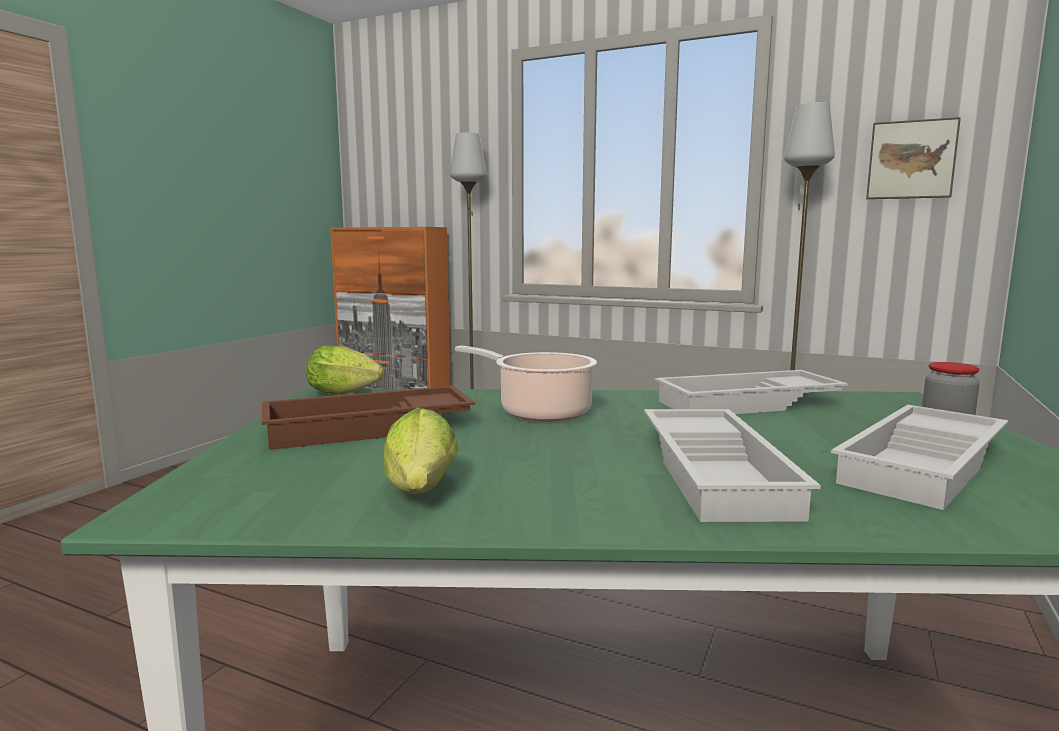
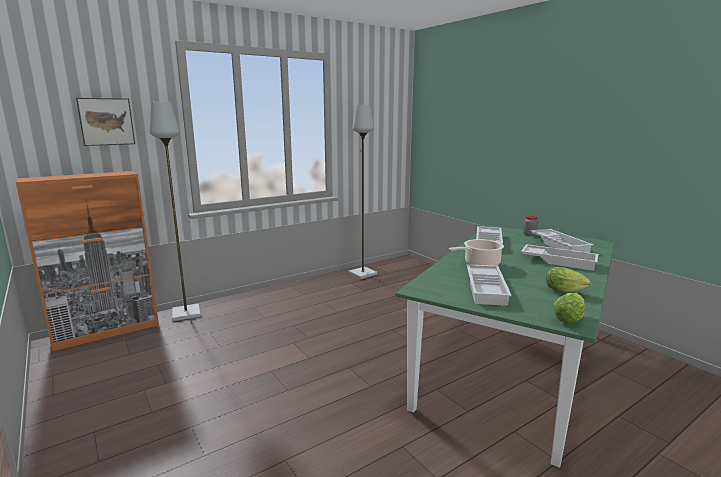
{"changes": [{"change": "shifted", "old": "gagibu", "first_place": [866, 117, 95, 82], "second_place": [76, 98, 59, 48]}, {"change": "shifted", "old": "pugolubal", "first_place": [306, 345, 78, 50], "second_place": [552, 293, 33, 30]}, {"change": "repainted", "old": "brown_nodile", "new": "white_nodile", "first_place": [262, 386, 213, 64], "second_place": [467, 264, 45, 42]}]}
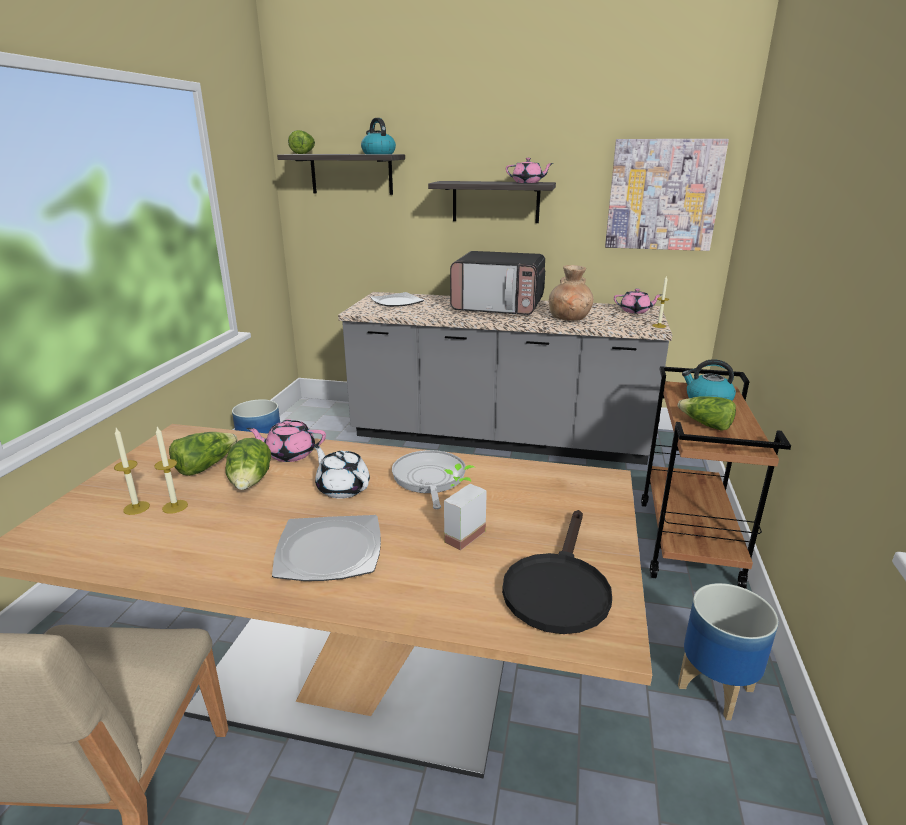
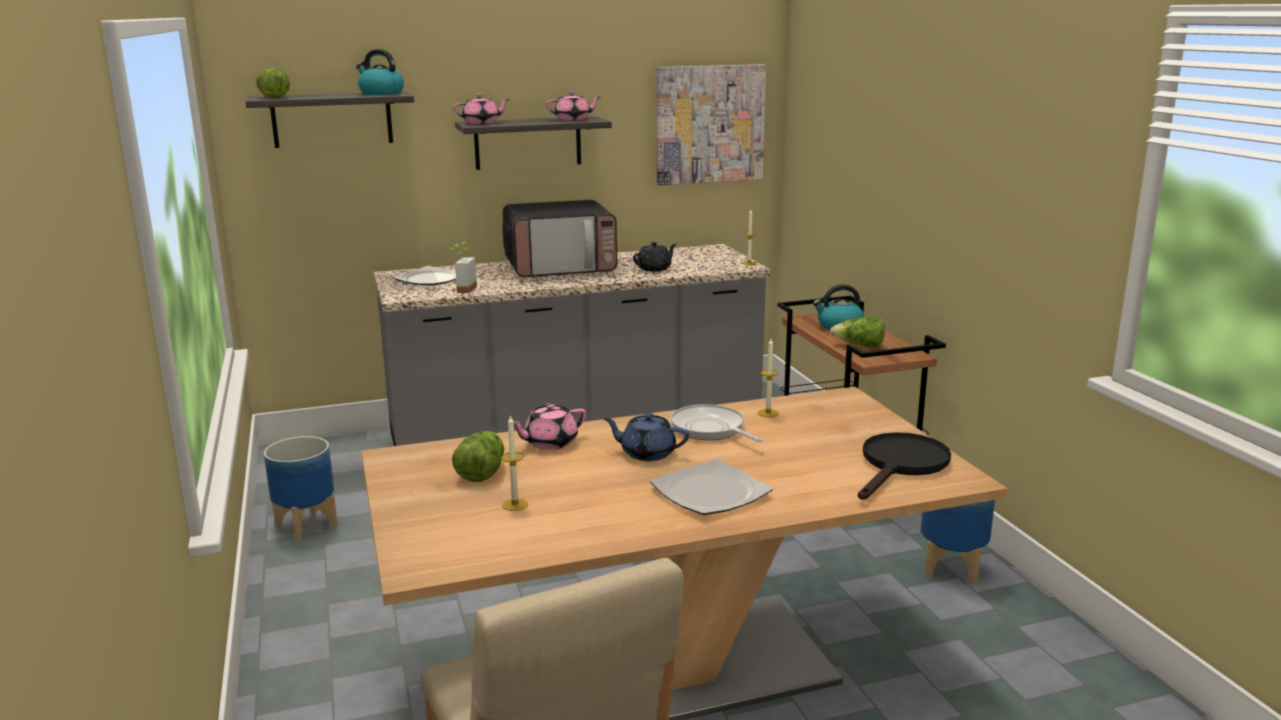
{"changes": [{"change": "swapped", "old": "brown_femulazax", "new": "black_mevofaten", "first_place": [549, 265, 45, 56], "second_place": [633, 242, 44, 30]}, {"change": "shifted", "old": "pink_mevofaten", "first_place": [614, 288, 48, 26], "second_place": [453, 94, 57, 30]}, {"change": "shifted", "old": "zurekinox", "first_place": [114, 428, 36, 87], "second_place": [758, 339, 21, 78]}, {"change": "gone", "old": "pugolubal", "first_place": [225, 438, 46, 52]}, {"change": "repainted", "old": "white_mevofaten", "new": "blue_mevofaten", "first_place": [314, 445, 56, 54], "second_place": [603, 413, 86, 48]}, {"change": "shifted", "old": "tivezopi", "first_place": [444, 463, 43, 88], "second_place": [449, 242, 28, 51]}, {"change": "rotated", "old": "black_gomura", "first_place": [502, 510, 110, 124], "second_place": [858, 432, 93, 68], "degrees": -135}]}
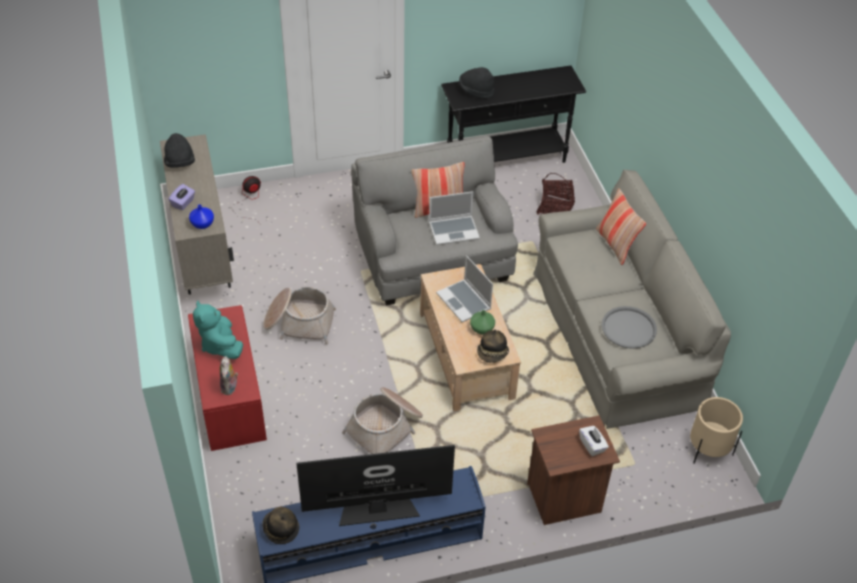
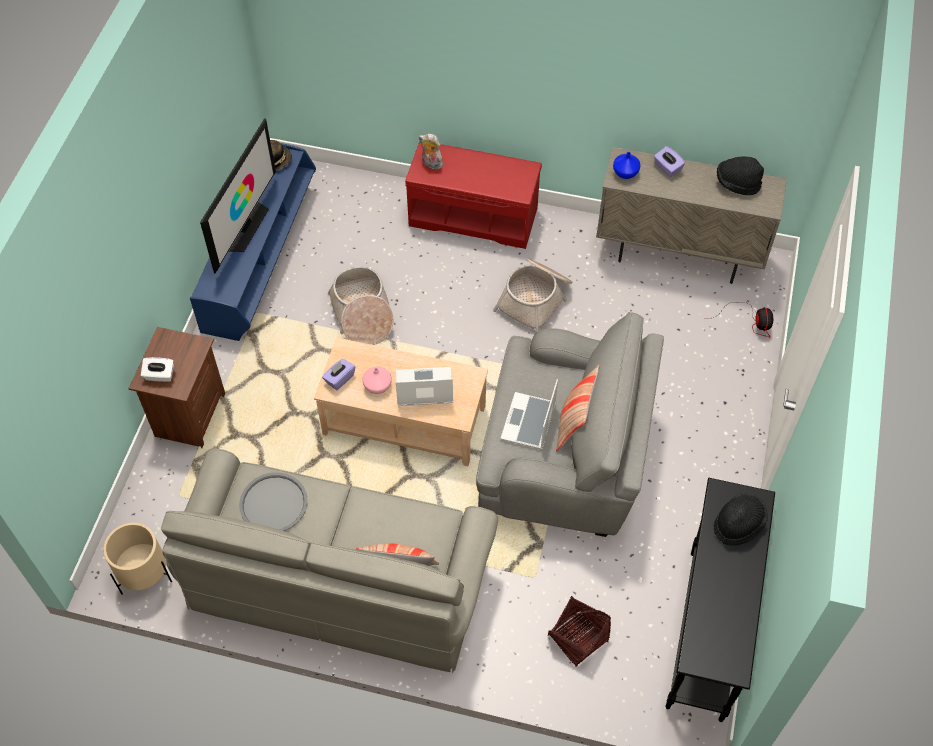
{"changes": [{"change": "gone", "old": "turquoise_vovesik", "first_place": [193, 300, 50, 59]}, {"change": "repainted", "old": "green_femulazax", "new": "pink_femulazax", "first_place": [470, 310, 25, 24], "second_place": [363, 366, 29, 28]}, {"change": "swapped", "old": "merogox", "new": "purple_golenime", "first_place": [477, 329, 32, 34], "second_place": [322, 359, 33, 31]}]}
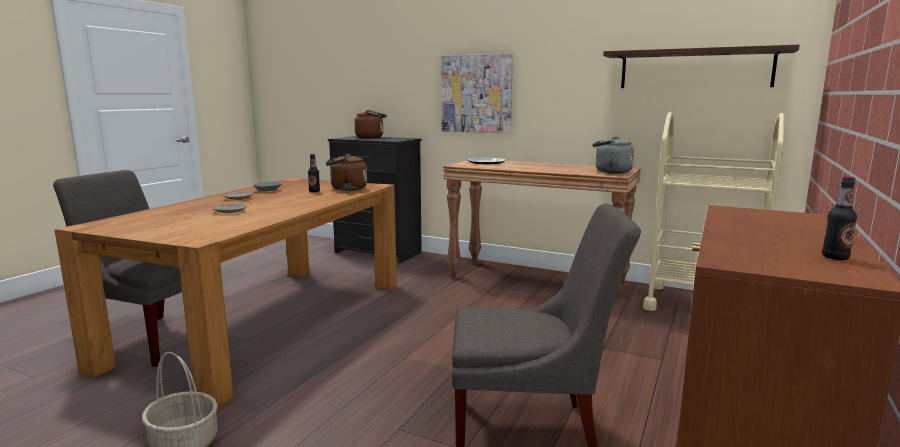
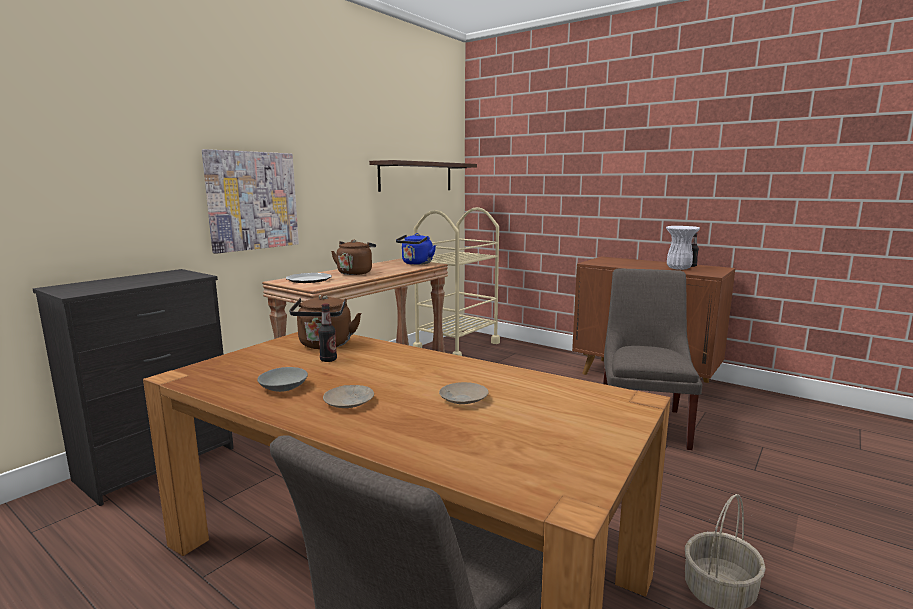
{"changes": [{"change": "shifted", "old": "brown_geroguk", "first_place": [354, 110, 33, 29], "second_place": [331, 240, 45, 35]}, {"change": "repainted", "old": "grey_geroguk", "new": "blue_geroguk", "first_place": [592, 136, 42, 37], "second_place": [396, 233, 40, 32]}, {"change": "new", "new": "white_femulazax", "second_place": [666, 226, 34, 44]}]}
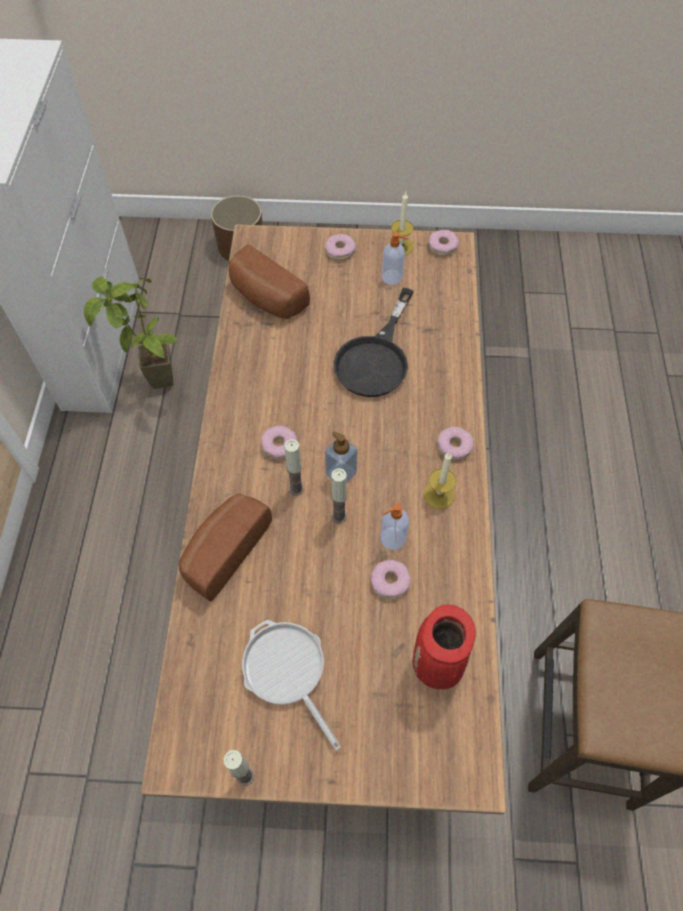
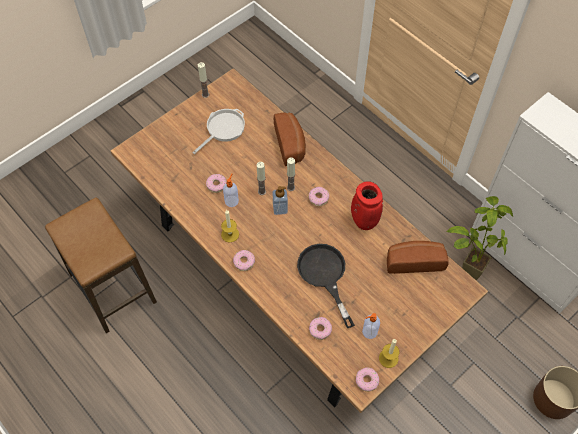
{"changes": [{"change": "shifted", "old": "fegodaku", "first_place": [325, 234, 31, 26], "second_place": [309, 317, 23, 23]}, {"change": "shifted", "old": "red_femulazax", "first_place": [413, 605, 63, 84], "second_place": [351, 181, 32, 49]}, {"change": "rotated", "old": "gomura", "first_place": [242, 620, 99, 131], "second_place": [192, 109, 53, 45], "degrees": -60}]}
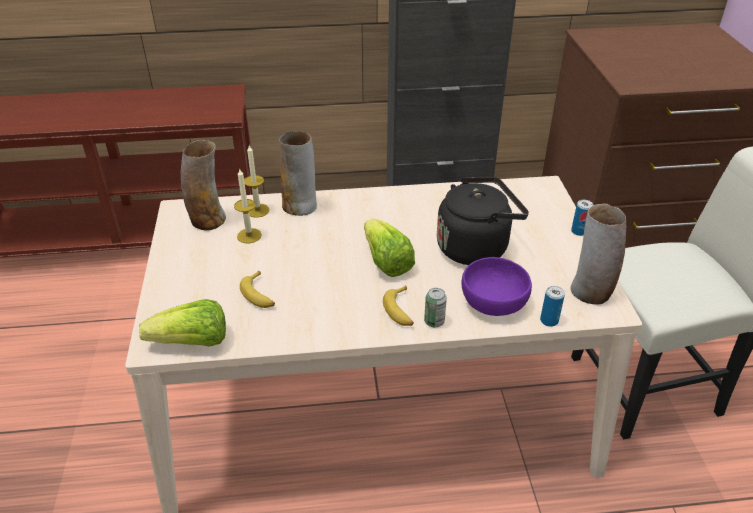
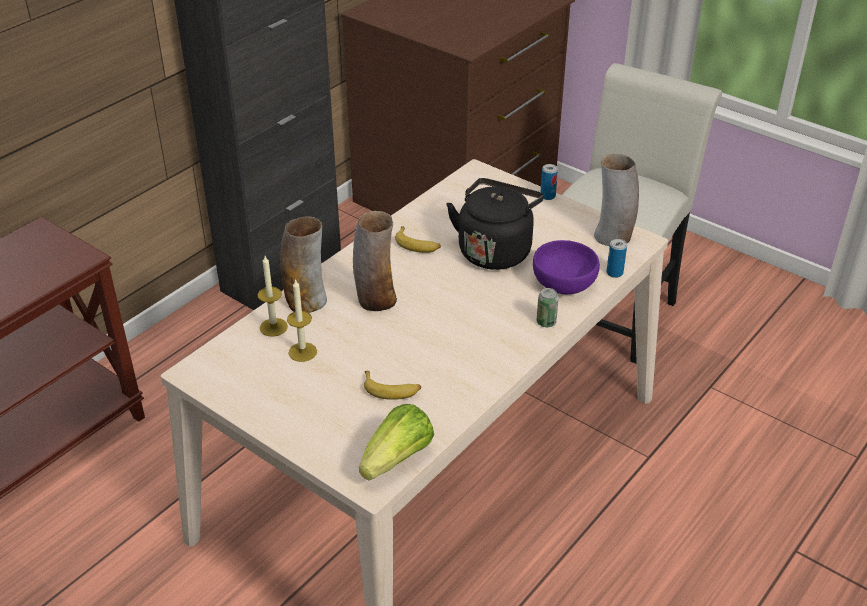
{"changes": [{"change": "shifted", "old": "femulazax", "first_place": [181, 140, 45, 91], "second_place": [353, 211, 44, 100]}, {"change": "gone", "old": "pugolubal", "first_place": [364, 219, 51, 58]}, {"change": "shifted", "old": "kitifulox", "first_place": [383, 285, 31, 41], "second_place": [395, 226, 46, 27]}]}
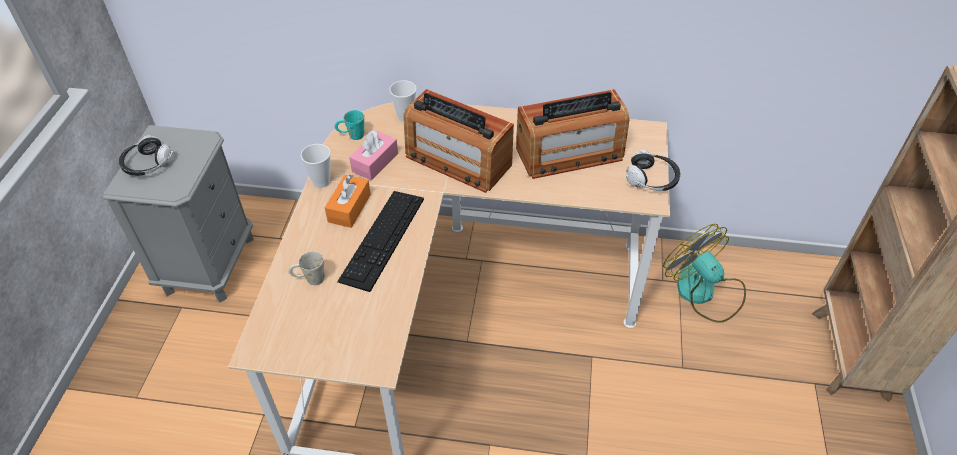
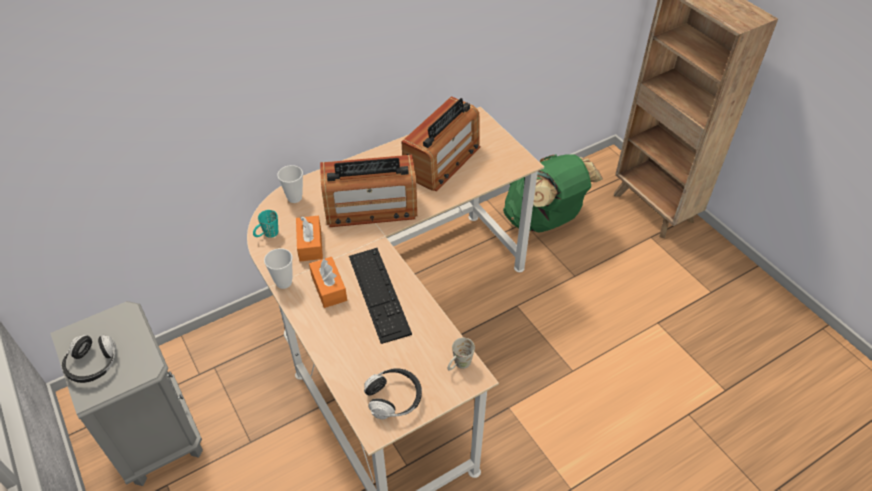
{"changes": [{"change": "repainted", "old": "pink_golenime", "new": "orange_golenime", "first_place": [349, 130, 49, 51], "second_place": [296, 216, 27, 45]}, {"change": "shifted", "old": "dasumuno", "first_place": [626, 150, 54, 41], "second_place": [364, 368, 58, 51]}, {"change": "swapped", "old": "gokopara", "new": "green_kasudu", "first_place": [663, 224, 83, 99], "second_place": [503, 154, 100, 79]}, {"change": "shifted", "old": "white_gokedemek", "first_place": [289, 251, 36, 34], "second_place": [448, 338, 27, 32]}]}
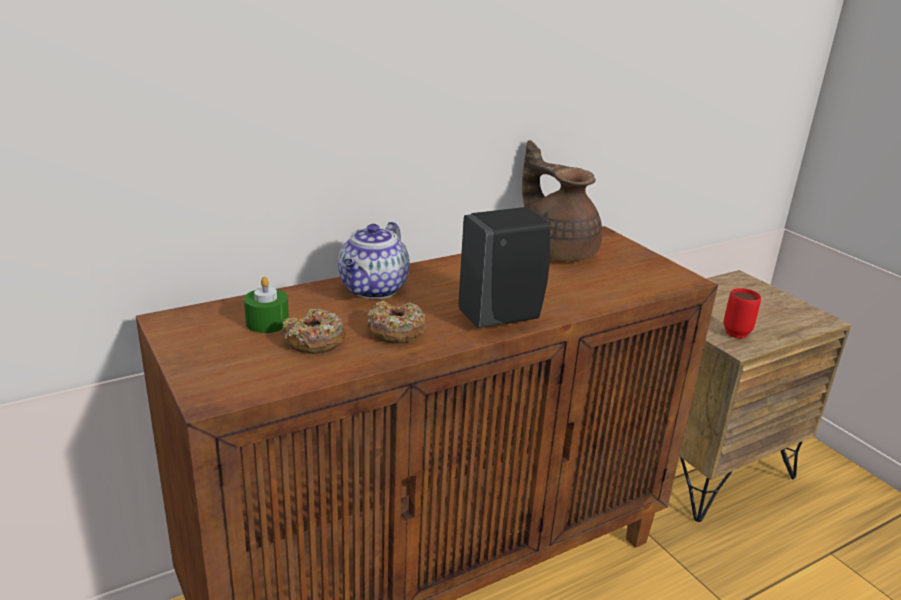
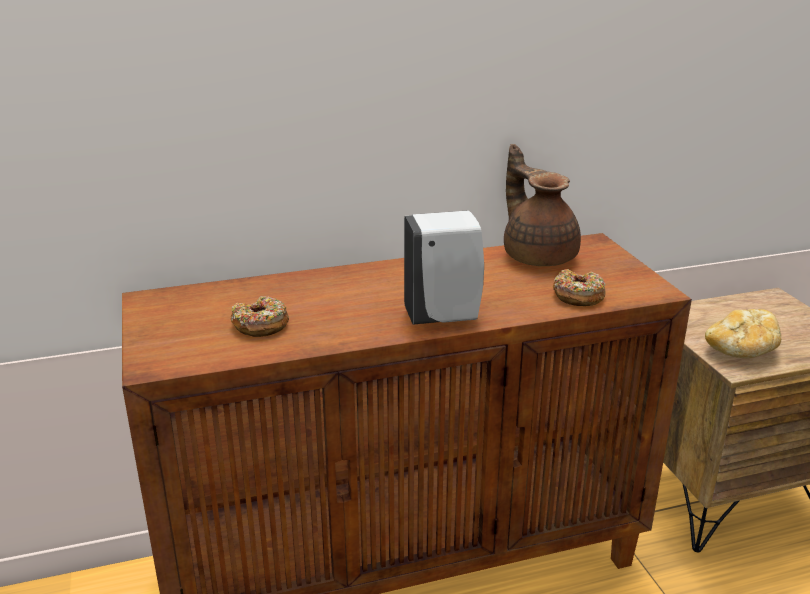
{"changes": [{"change": "repainted", "old": "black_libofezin", "new": "white_libofezin", "first_place": [458, 207, 92, 121], "second_place": [404, 210, 80, 115]}, {"change": "gone", "old": "mevofaten", "first_place": [338, 222, 72, 77]}, {"change": "gone", "old": "green_zurekinox", "first_place": [244, 276, 45, 57]}, {"change": "swapped", "old": "red_gokedemek", "new": "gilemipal", "first_place": [723, 288, 38, 50], "second_place": [705, 309, 76, 49]}, {"change": "shifted", "old": "fegodaku", "first_place": [367, 301, 59, 43], "second_place": [553, 269, 53, 37]}]}
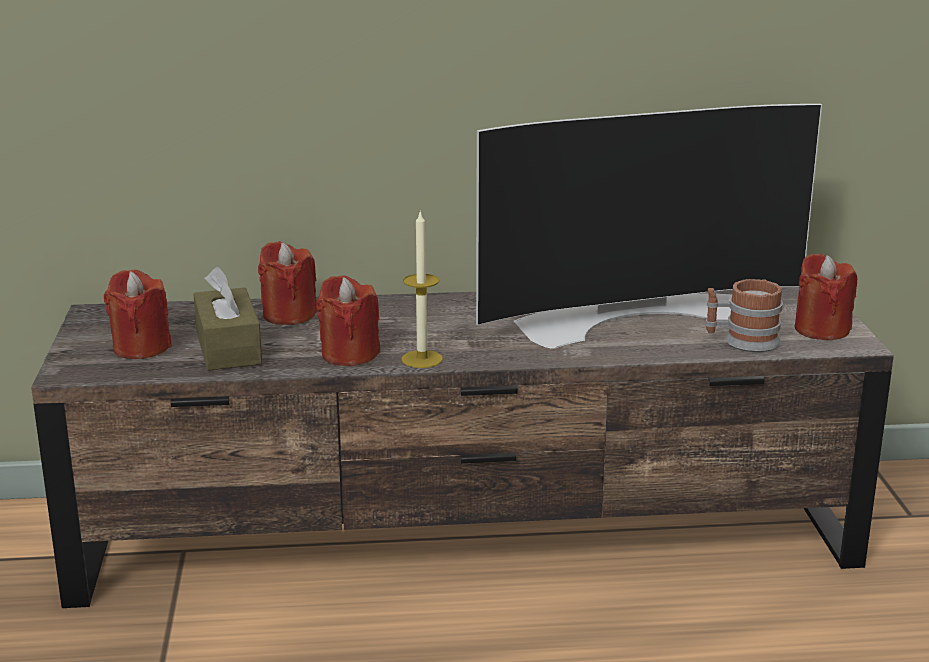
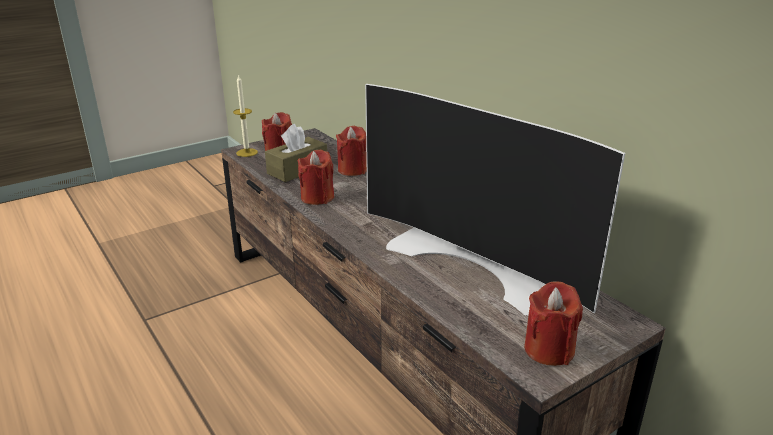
{"changes": [{"change": "shifted", "old": "zurekinox", "first_place": [401, 210, 42, 158], "second_place": [233, 74, 25, 83]}, {"change": "gone", "old": "gokedemek", "first_place": [705, 279, 78, 73]}]}
